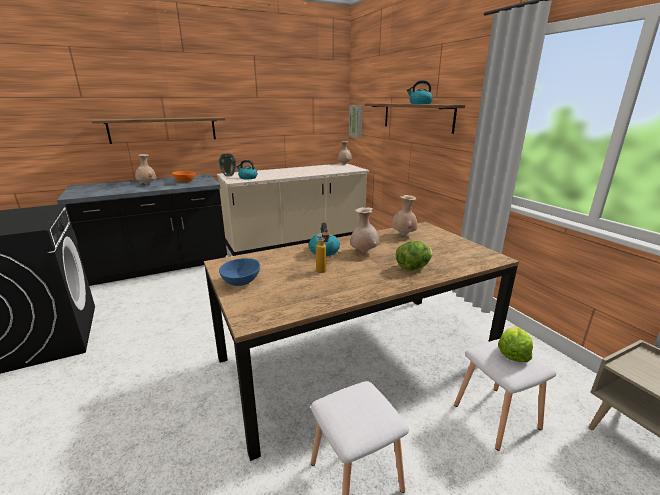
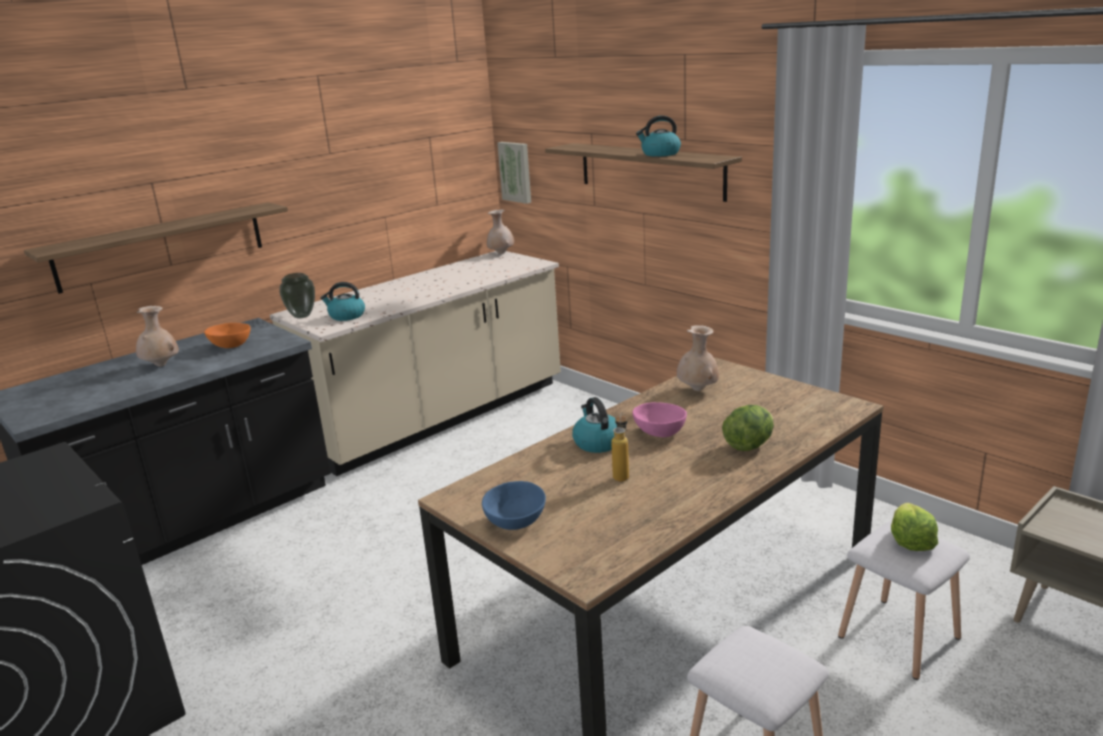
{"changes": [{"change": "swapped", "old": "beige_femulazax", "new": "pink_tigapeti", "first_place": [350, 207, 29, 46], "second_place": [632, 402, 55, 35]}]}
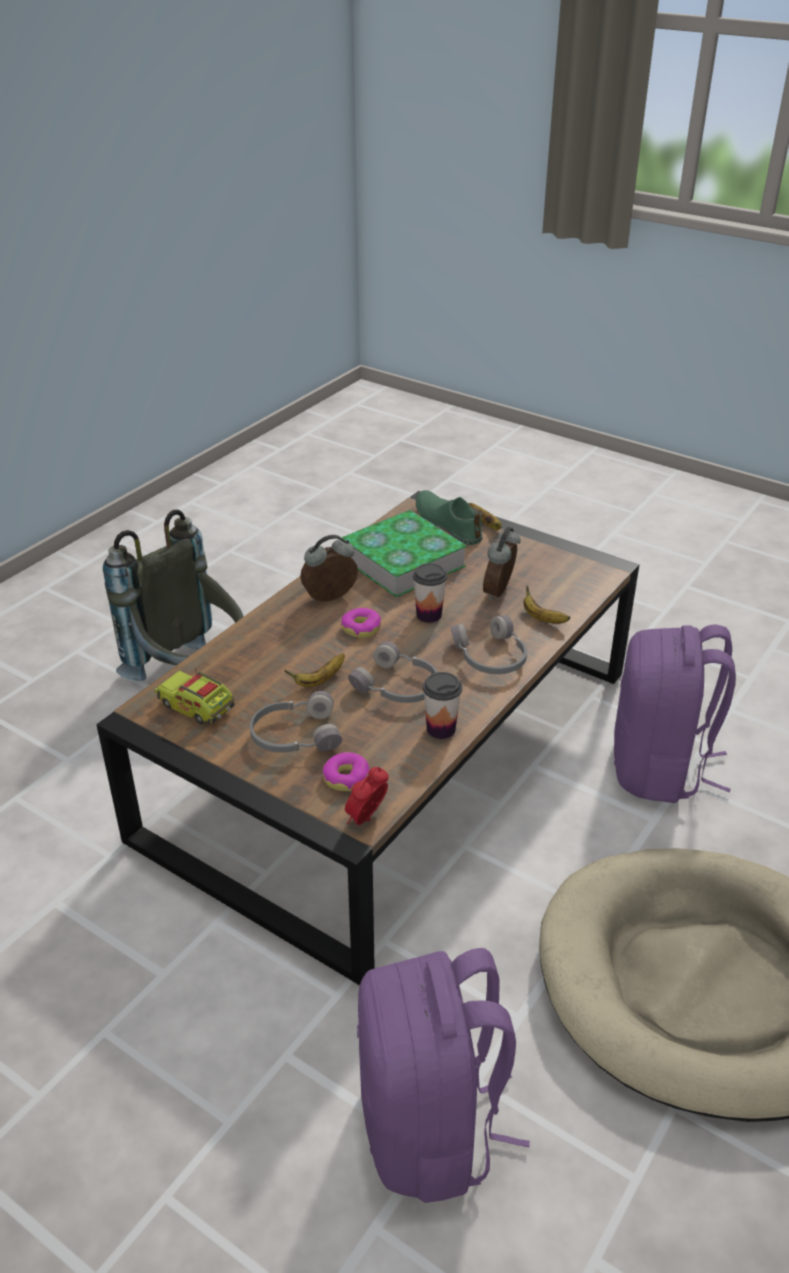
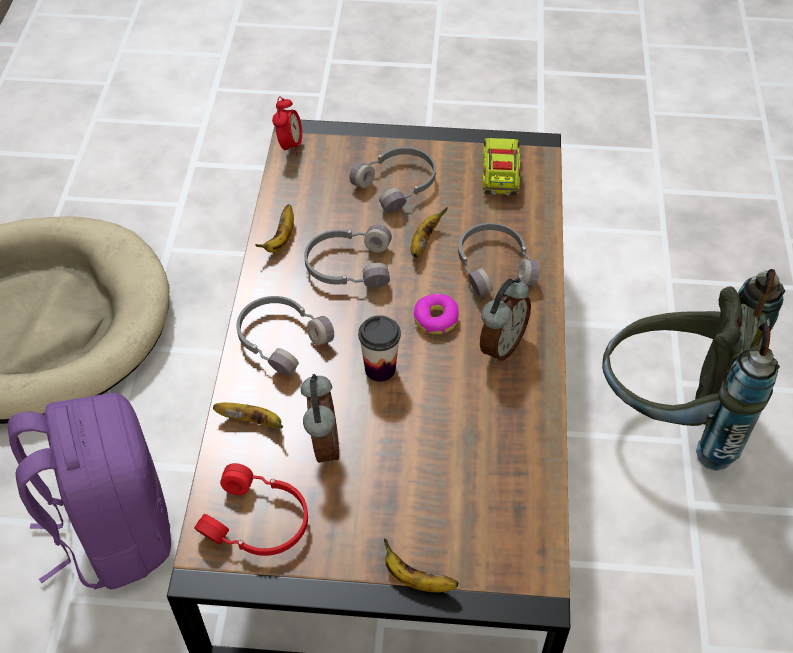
{"changes": [{"change": "gone", "old": "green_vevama", "first_place": [416, 490, 66, 55]}, {"change": "gone", "old": "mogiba", "first_place": [341, 510, 126, 88]}, {"change": "rotated", "old": "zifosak", "first_place": [154, 667, 81, 58], "second_place": [482, 138, 38, 57], "degrees": -90}, {"change": "swapped", "old": "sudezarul", "new": "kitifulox", "first_place": [423, 672, 39, 67], "second_place": [255, 204, 39, 48]}, {"change": "gone", "old": "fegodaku", "first_place": [323, 752, 46, 39]}, {"change": "gone", "old": "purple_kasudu", "first_place": [357, 948, 173, 255]}, {"change": "new", "new": "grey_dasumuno", "second_place": [458, 223, 82, 74]}, {"change": "new", "new": "red_dasumuno", "second_place": [194, 463, 114, 93]}]}
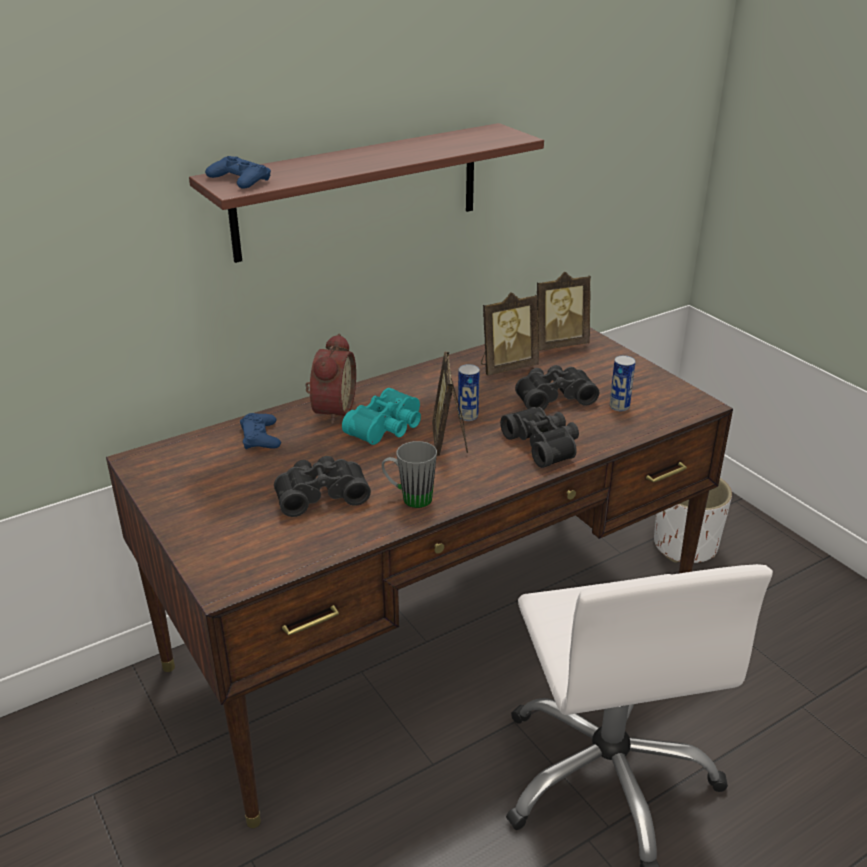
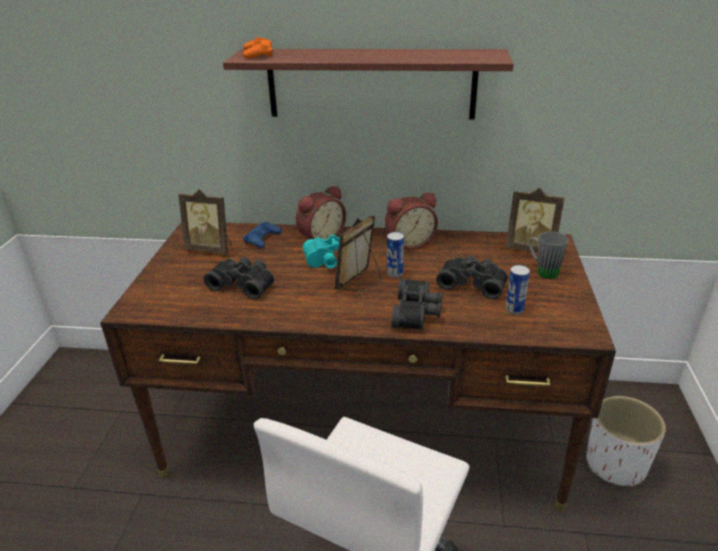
{"changes": [{"change": "repainted", "old": "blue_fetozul", "new": "orange_fetozul", "first_place": [205, 156, 66, 33], "second_place": [243, 37, 30, 22]}, {"change": "shifted", "old": "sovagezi", "first_place": [481, 292, 58, 84], "second_place": [179, 189, 53, 65]}, {"change": "shifted", "old": "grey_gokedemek", "first_place": [382, 441, 55, 67], "second_place": [529, 232, 40, 47]}, {"change": "new", "new": "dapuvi", "second_place": [385, 193, 53, 57]}]}
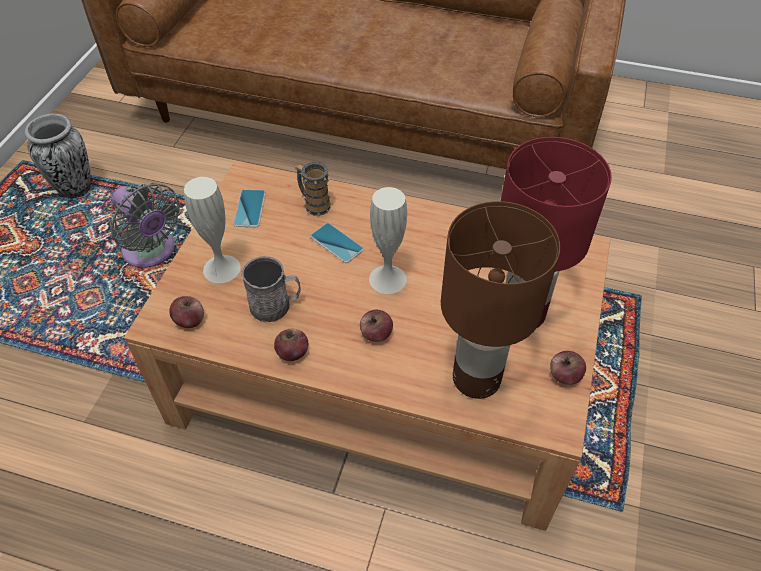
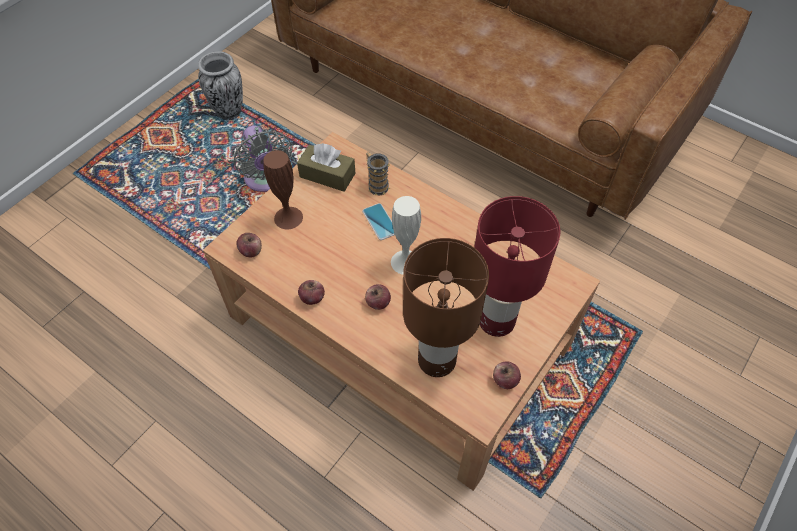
{"changes": [{"change": "repainted", "old": "white_femulazax", "new": "brown_femulazax", "first_place": [184, 177, 57, 106], "second_place": [263, 150, 40, 79]}, {"change": "swapped", "old": "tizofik", "new": "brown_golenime", "first_place": [233, 189, 33, 38], "second_place": [297, 143, 58, 49]}, {"change": "gone", "old": "grey_gokedemek", "first_place": [241, 256, 60, 66]}]}
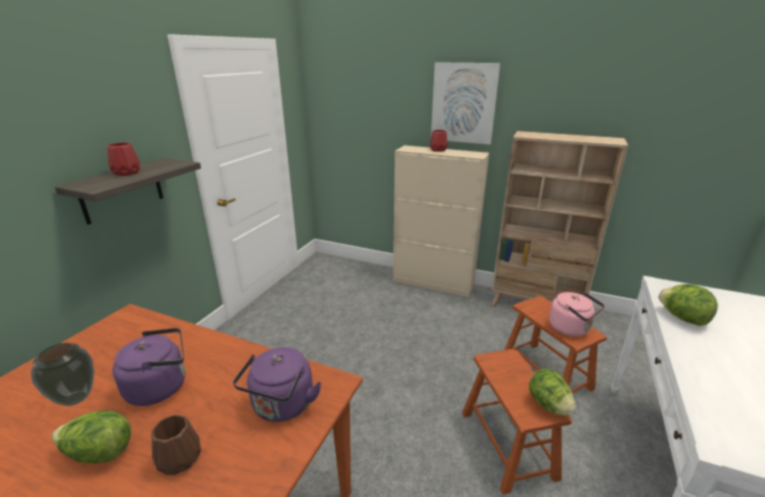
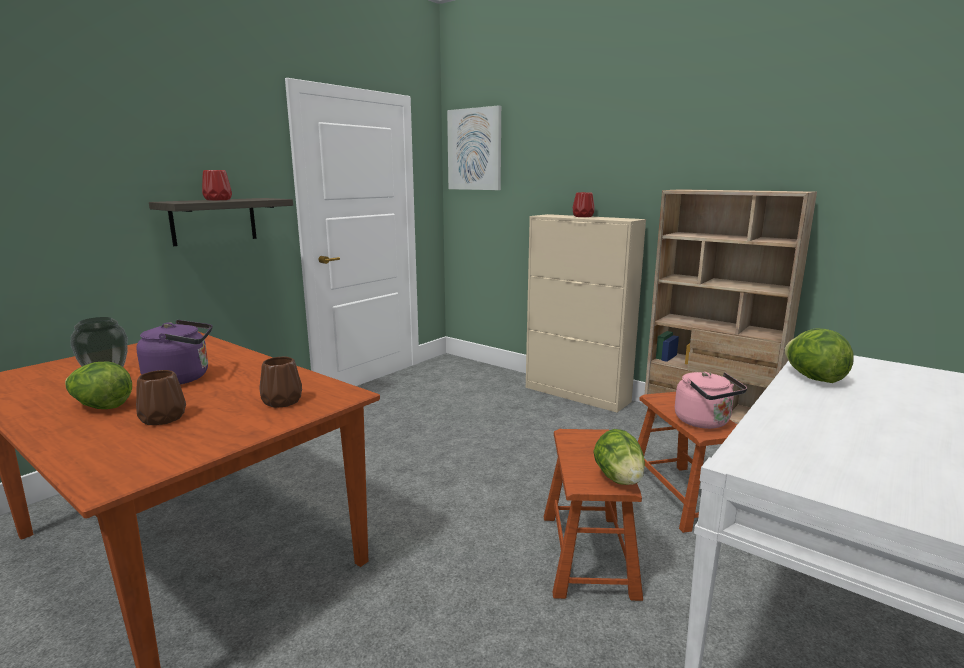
{"changes": [{"change": "shifted", "old": "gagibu", "first_place": [431, 62, 69, 82], "second_place": [447, 105, 54, 85]}, {"change": "swapped", "old": "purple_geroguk", "new": "brown_femulazax", "first_place": [233, 347, 88, 75], "second_place": [259, 357, 43, 51]}]}
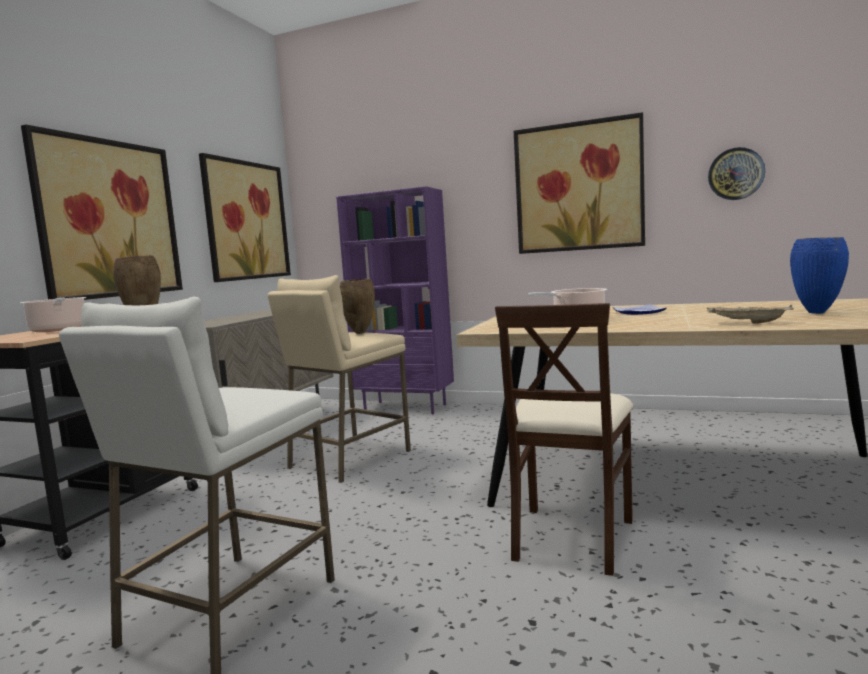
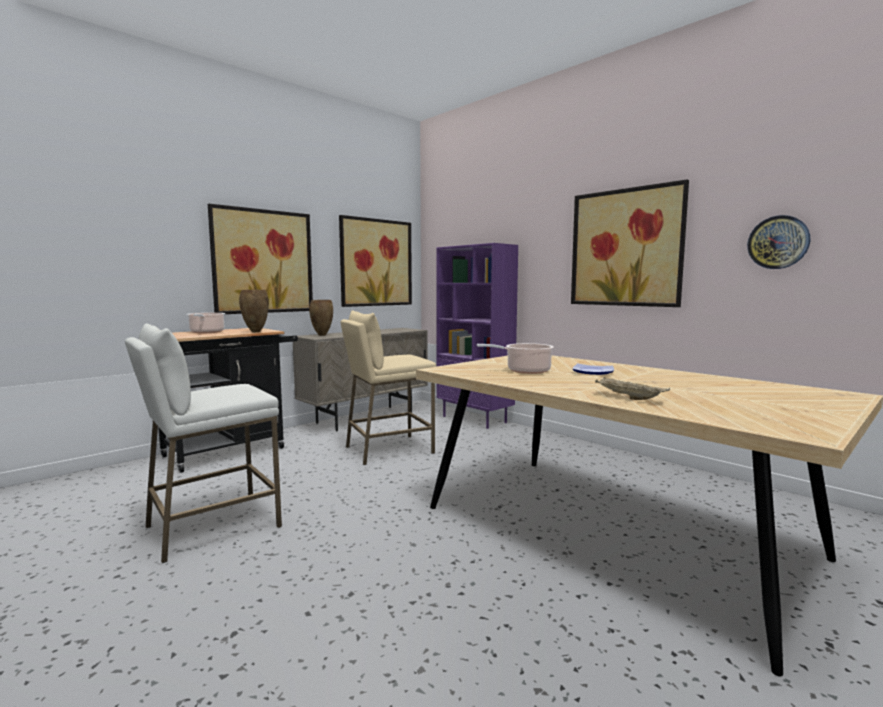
{"changes": [{"change": "gone", "old": "blue_femulazax", "first_place": [790, 237, 59, 77]}, {"change": "shifted", "old": "brown_femulazax", "first_place": [340, 279, 35, 55], "second_place": [309, 300, 24, 36]}, {"change": "gone", "old": "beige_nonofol", "first_place": [495, 303, 138, 273]}]}
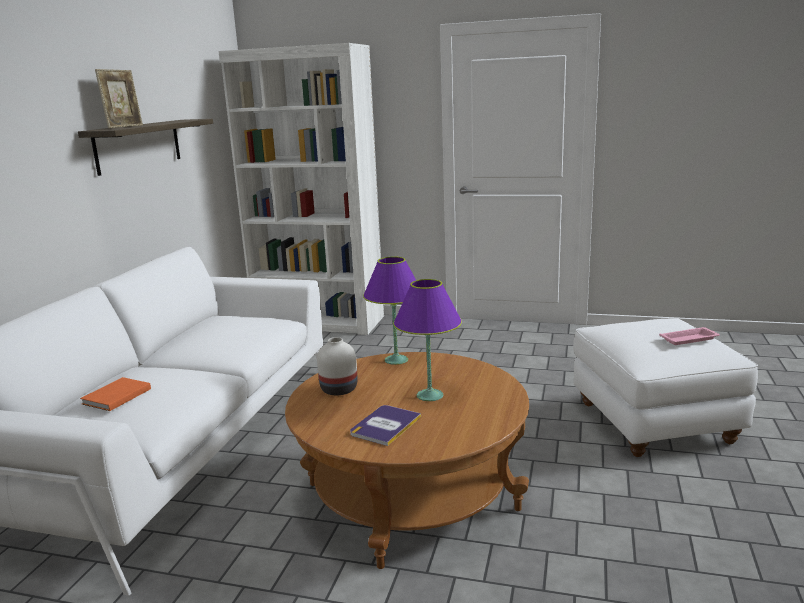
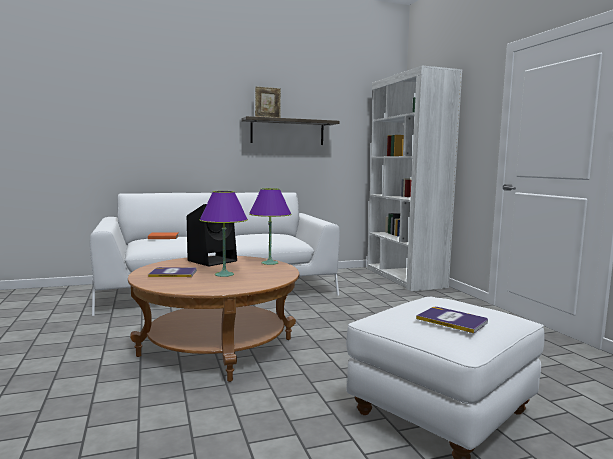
{"changes": [{"change": "swapped", "old": "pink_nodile", "new": "mogiba", "first_place": [659, 327, 61, 18], "second_place": [416, 307, 72, 26]}, {"change": "swapped", "old": "white_femulazax", "new": "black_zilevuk", "first_place": [317, 337, 41, 58], "second_place": [187, 204, 50, 63]}]}
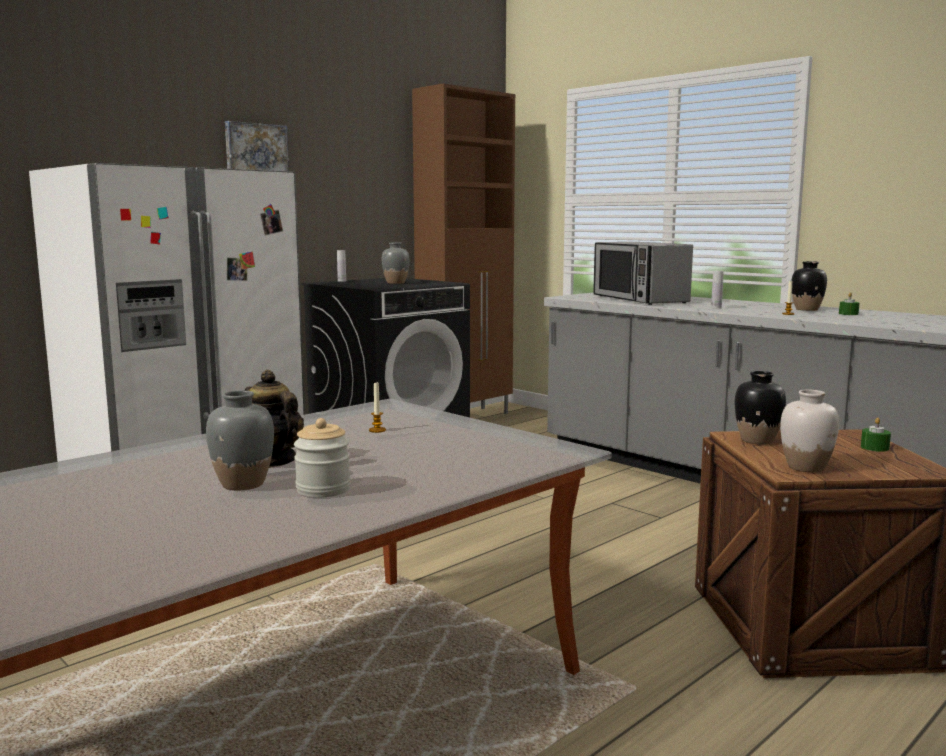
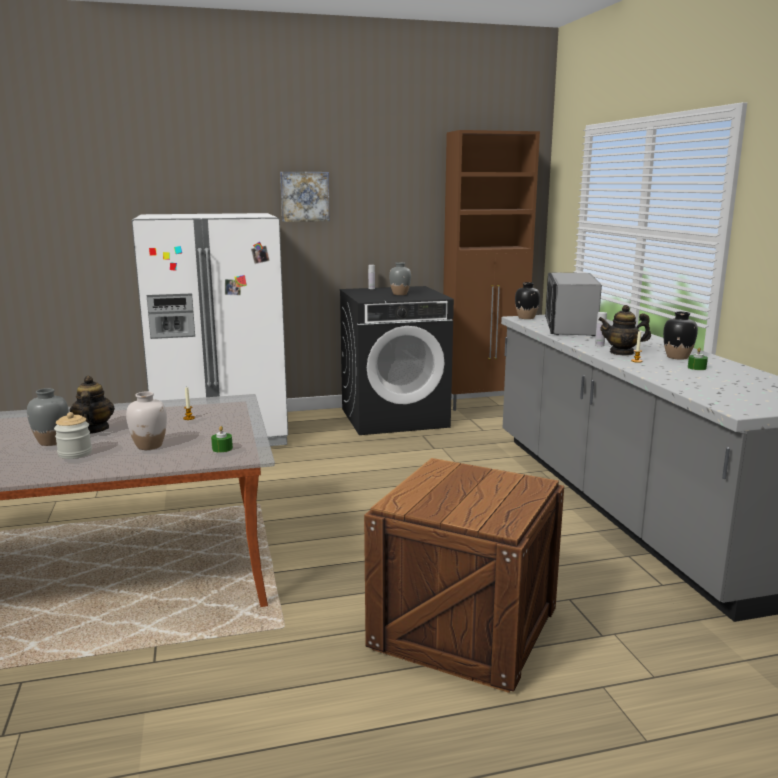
{"changes": [{"change": "shifted", "old": "black_femulazax", "first_place": [735, 371, 51, 74], "second_place": [515, 282, 25, 37]}, {"change": "shifted", "old": "white_femulazax", "first_place": [780, 389, 59, 83], "second_place": [126, 391, 41, 59]}, {"change": "shifted", "old": "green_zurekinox", "first_place": [861, 417, 30, 35], "second_place": [211, 426, 22, 27]}, {"change": "new", "new": "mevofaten", "second_place": [598, 305, 53, 51]}]}
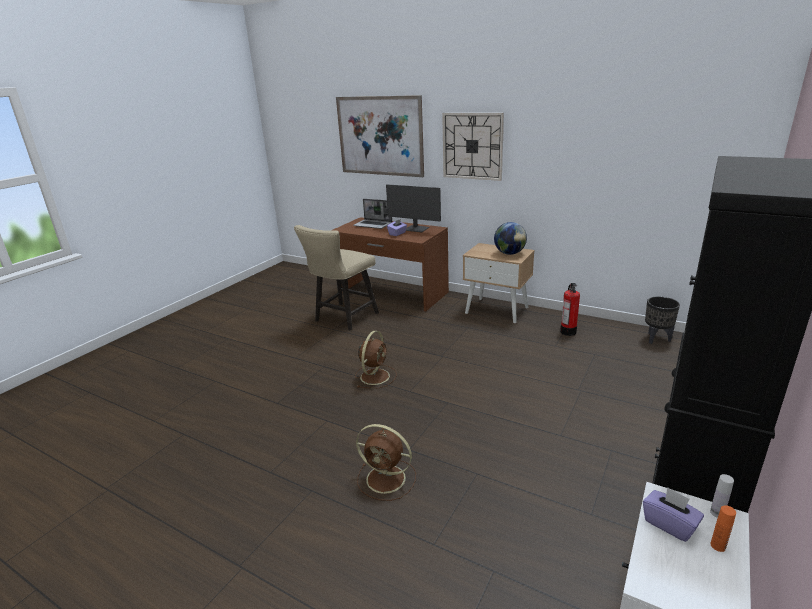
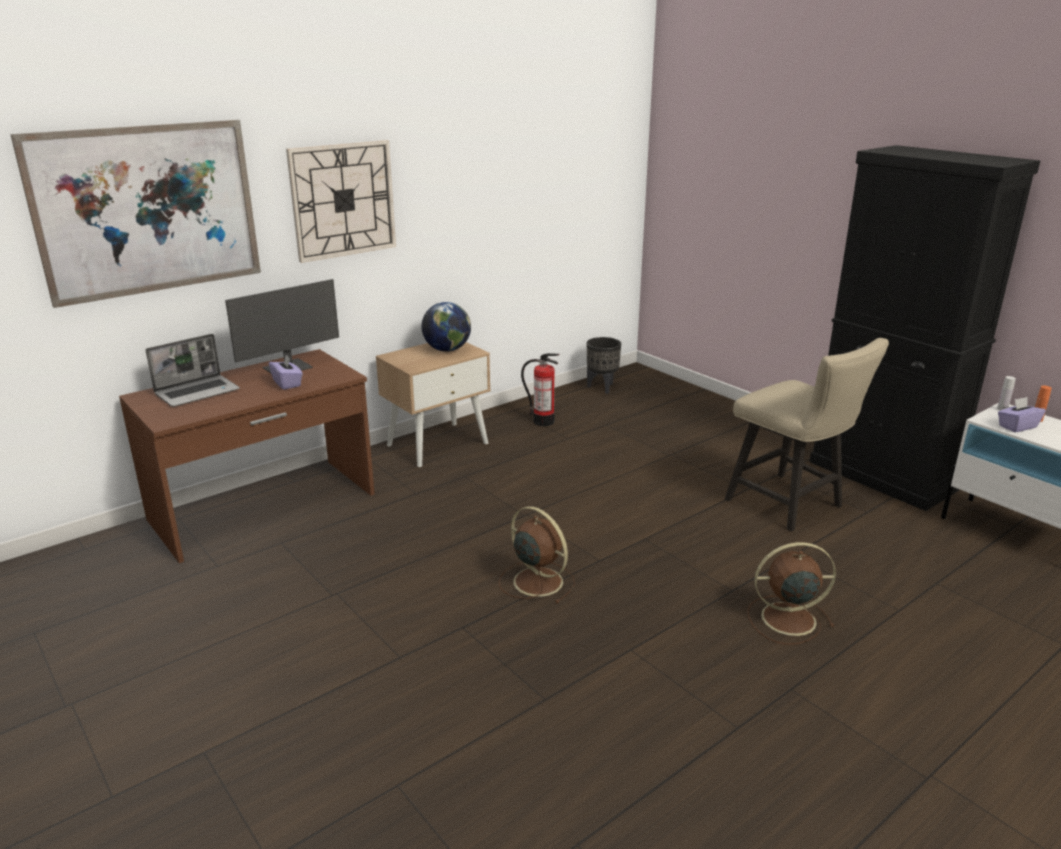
{"changes": [{"change": "shifted", "old": "beige_nonofol", "first_place": [294, 225, 85, 106], "second_place": [725, 338, 164, 194]}, {"change": "rotated", "old": "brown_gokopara", "first_place": [356, 424, 60, 77], "second_place": [748, 542, 88, 103], "degrees": -135}]}
